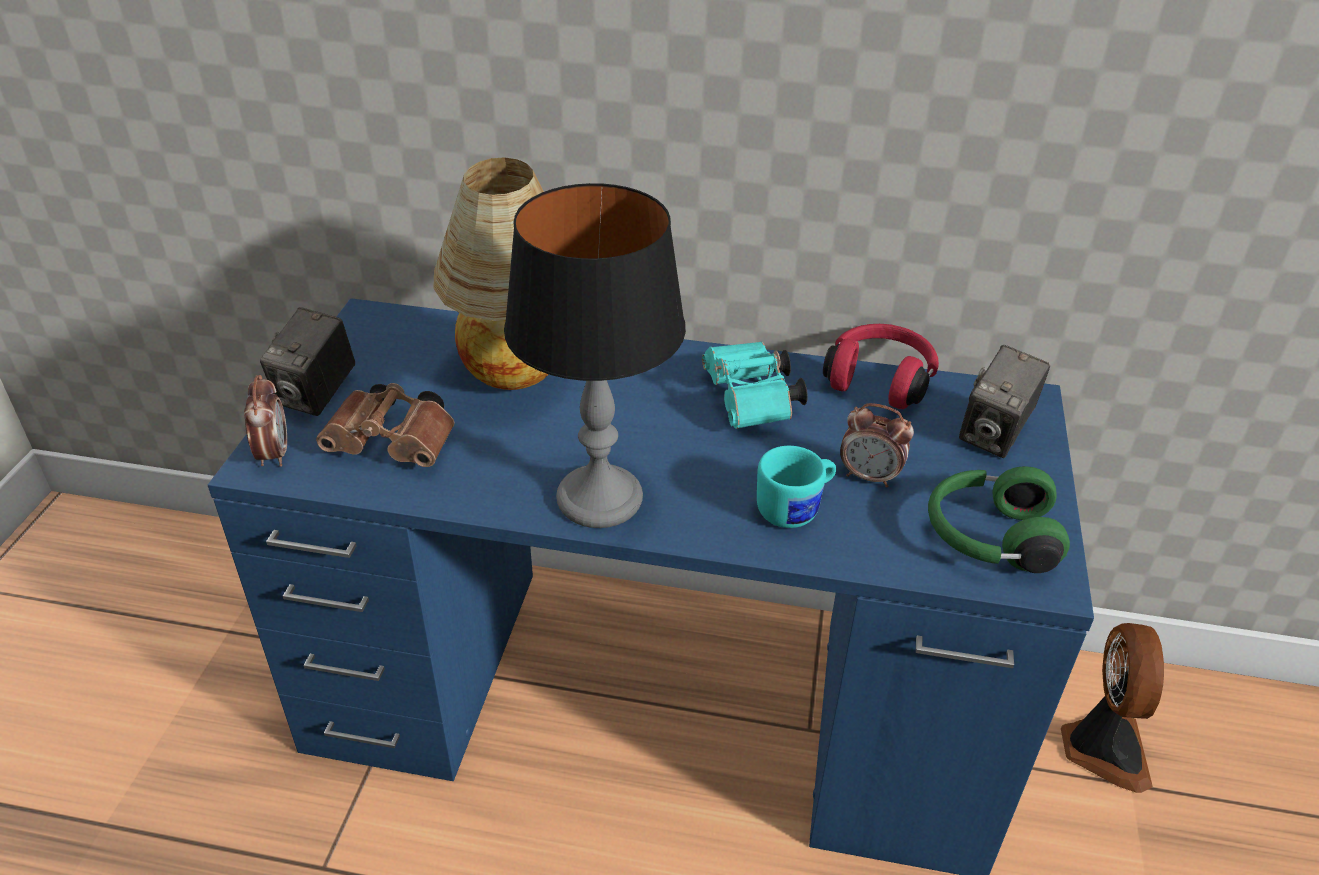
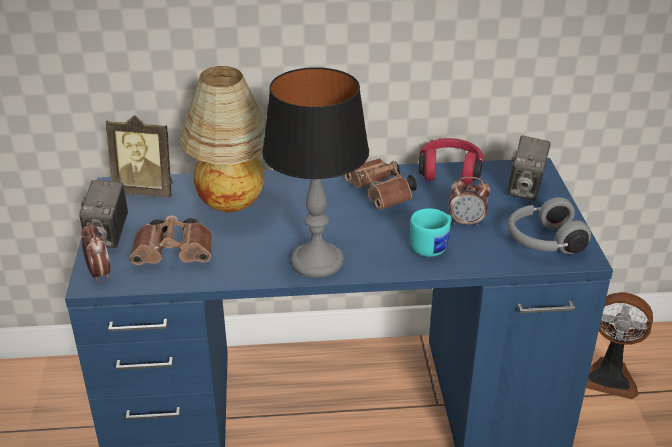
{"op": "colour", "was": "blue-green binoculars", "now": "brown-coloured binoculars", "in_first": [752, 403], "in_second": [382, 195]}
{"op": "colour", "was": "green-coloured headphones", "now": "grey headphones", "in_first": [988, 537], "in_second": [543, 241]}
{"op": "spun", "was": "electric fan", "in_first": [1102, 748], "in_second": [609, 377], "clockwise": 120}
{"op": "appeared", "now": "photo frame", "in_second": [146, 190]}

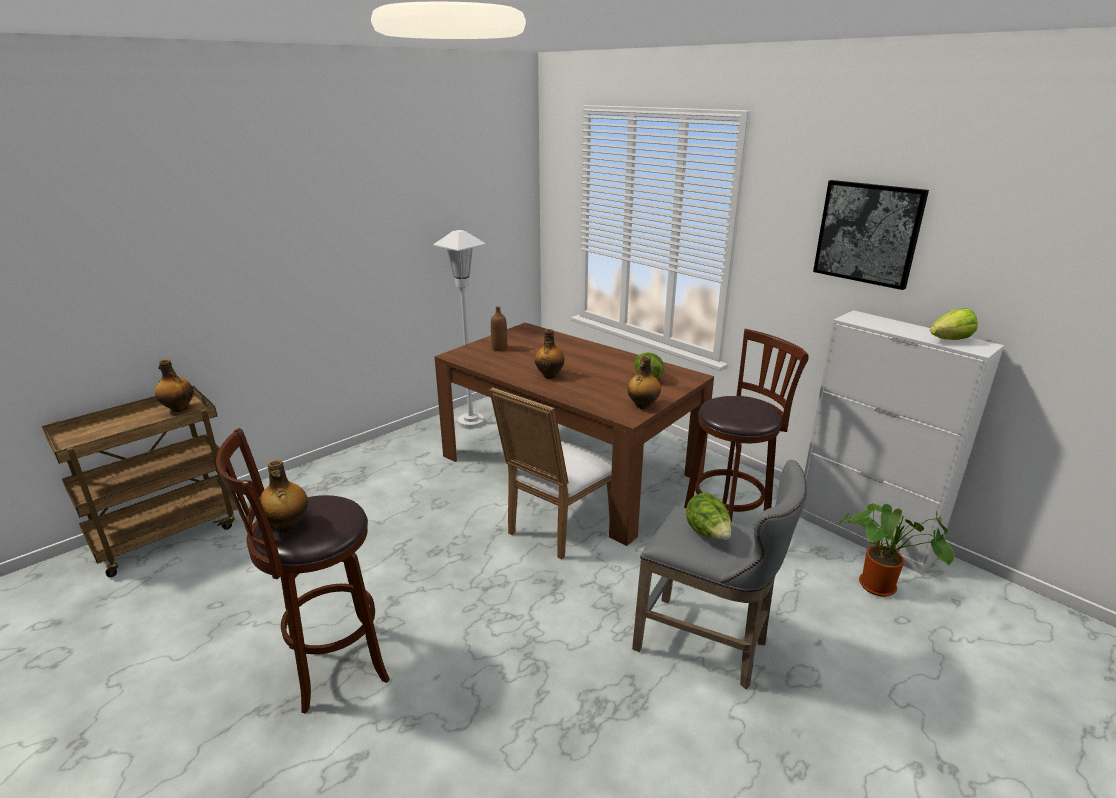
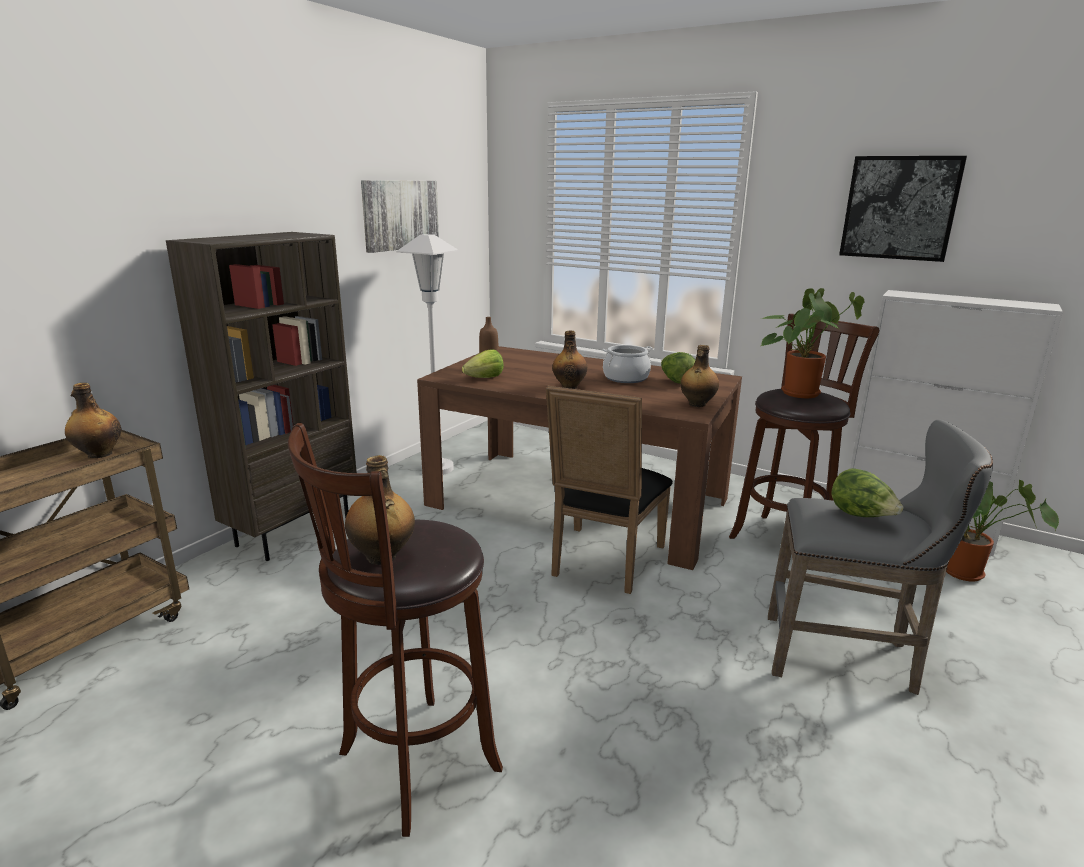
{"op": "colour", "was": "whitish plain chair", "now": "blackish plain chair", "in_first": [556, 528], "in_second": [603, 563]}
{"op": "relocated", "was": "lettuce", "in_first": [950, 340], "in_second": [485, 378]}
{"op": "appeared", "now": "brown-coloured shelving unit", "in_second": [294, 531]}
{"op": "appeared", "now": "wall picture", "in_second": [400, 215]}
{"op": "appeared", "now": "cooking pot", "in_second": [626, 378]}
{"op": "appeared", "now": "plant in a pot", "in_second": [800, 392]}

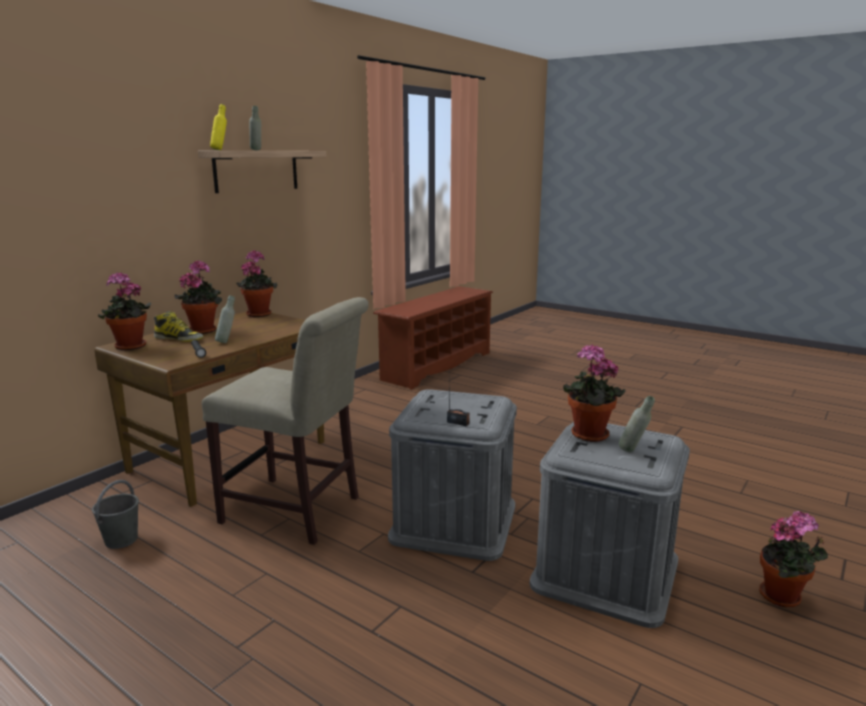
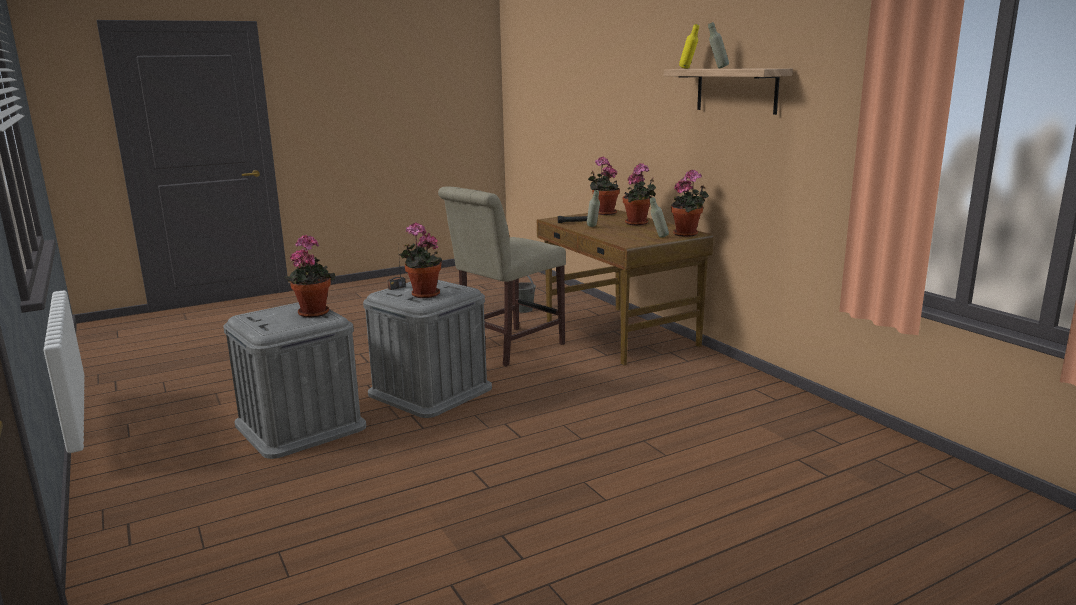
{"op": "missing", "was": "tall boot", "in_first": [179, 339]}
{"op": "missing", "was": "brown-coloured shoe rack", "in_first": [436, 365]}
{"op": "relocated", "was": "grey drink bottle", "in_first": [633, 452], "in_second": [658, 237]}
{"op": "relocated", "was": "plant in a pot", "in_first": [783, 598], "in_second": [423, 295]}

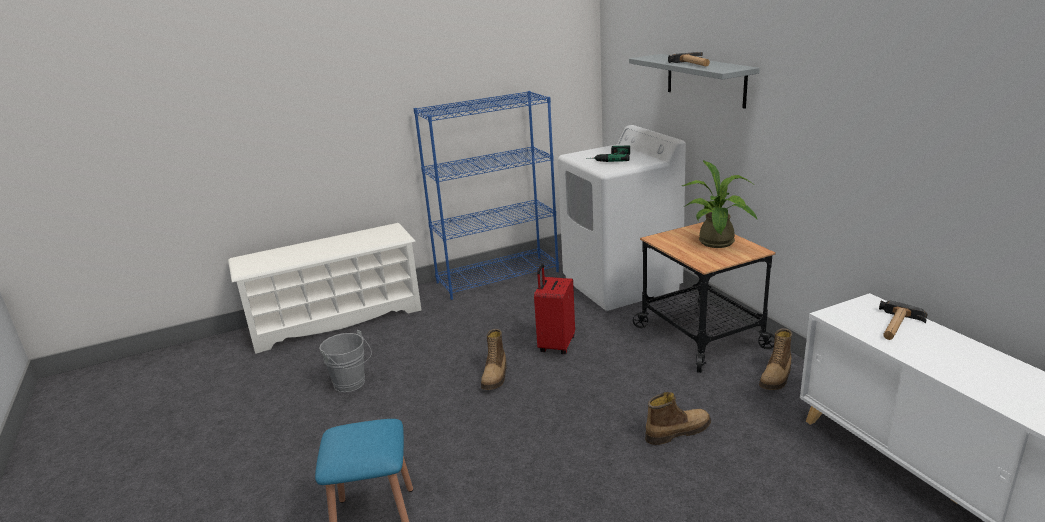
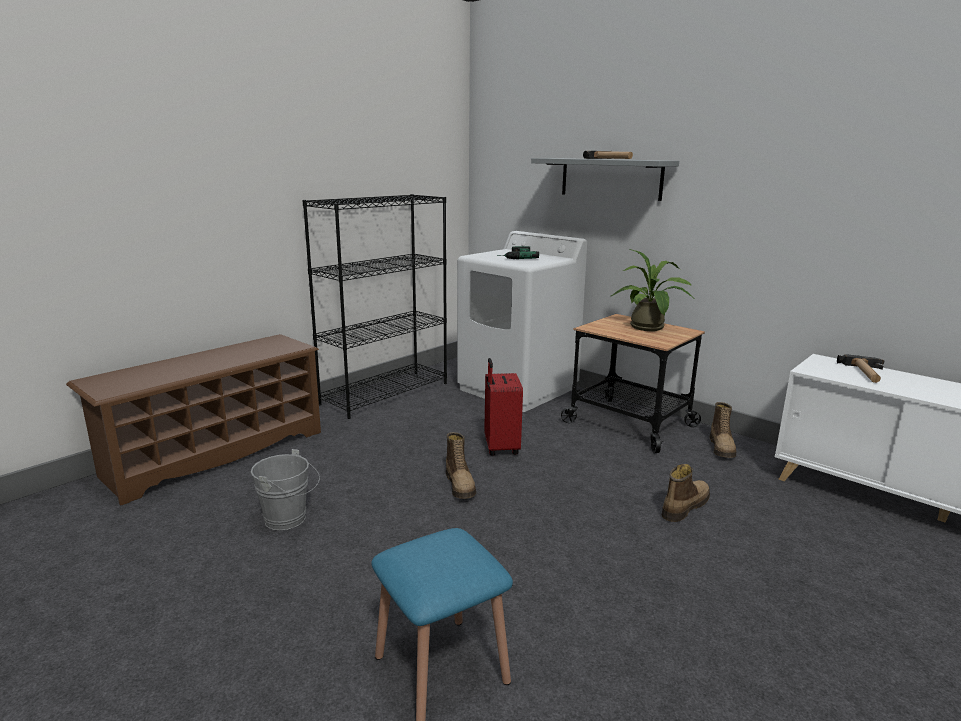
{"op": "colour", "was": "whitish shoe rack", "now": "brown-coloured shoe rack", "in_first": [337, 319], "in_second": [216, 453]}
{"op": "colour", "was": "blue shelving unit", "now": "blackish shelving unit", "in_first": [498, 277], "in_second": [385, 393]}

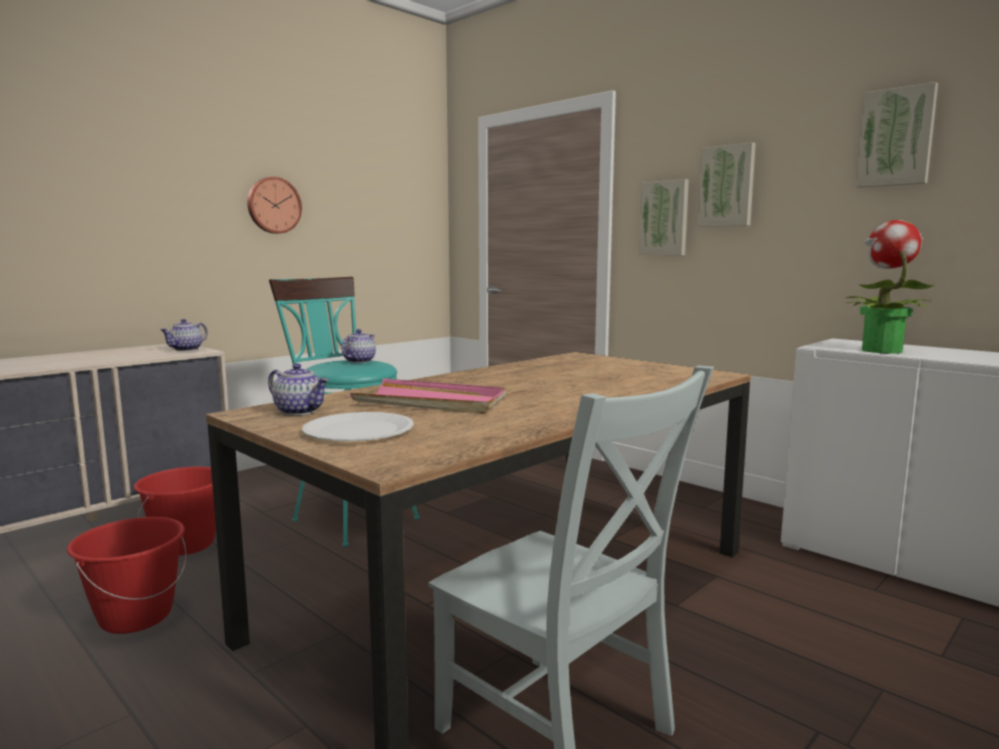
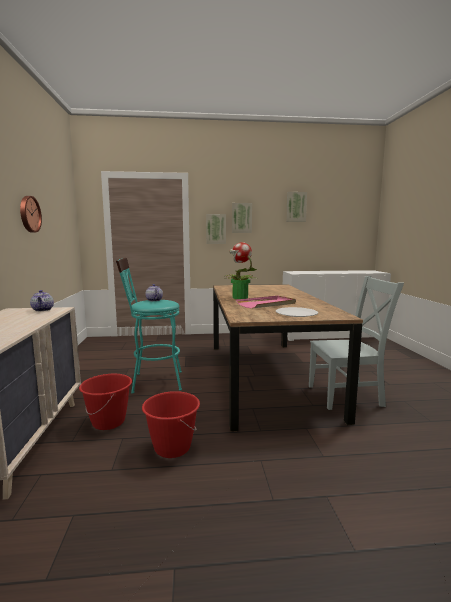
{"op": "missing", "was": "pot for tea", "in_first": [300, 411]}
{"op": "relocated", "was": "plant in a pot", "in_first": [880, 350], "in_second": [239, 297]}

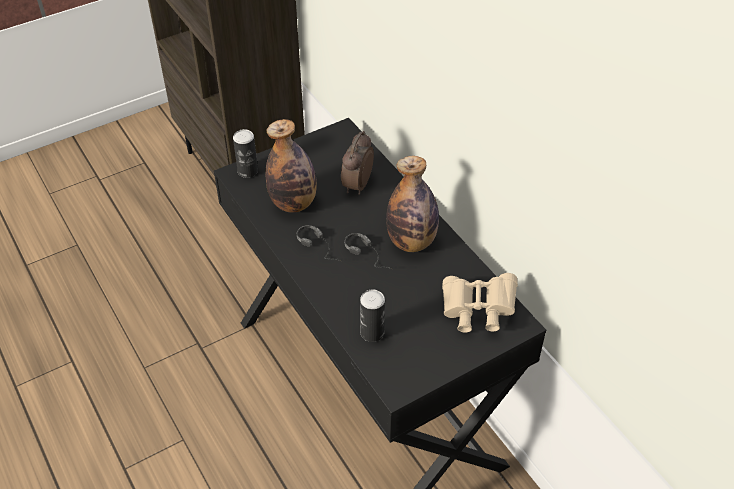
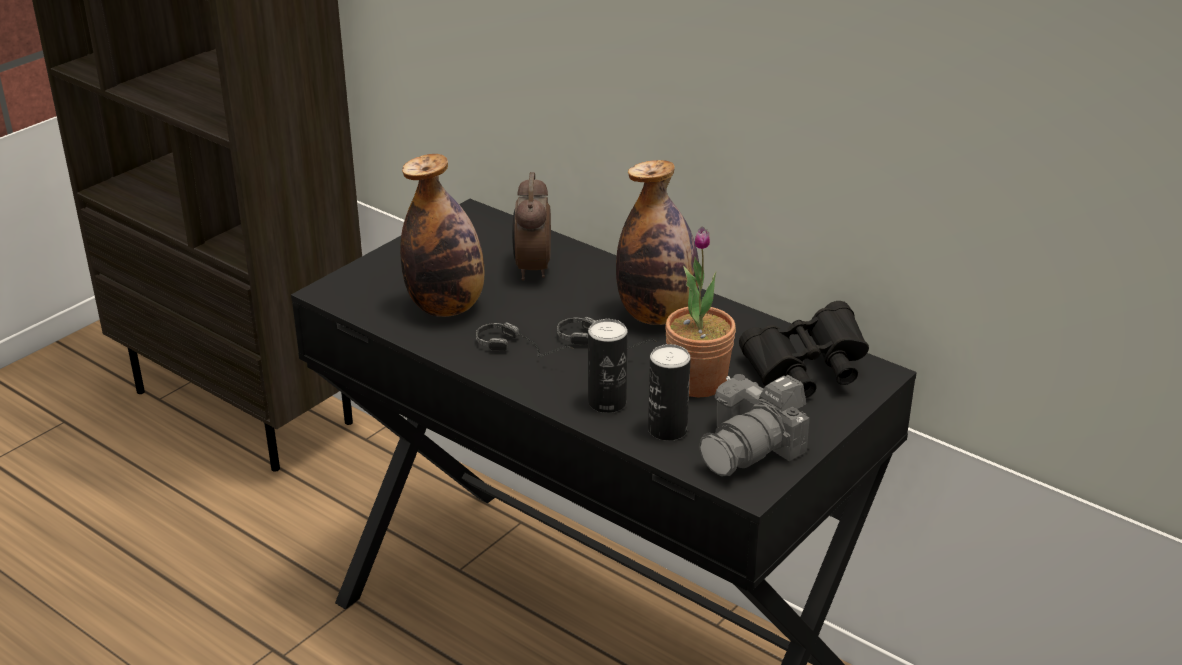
{"op": "relocated", "was": "metal can", "in_first": [247, 171], "in_second": [607, 402]}
{"op": "colour", "was": "beige binoculars", "now": "blackish binoculars", "in_first": [477, 311], "in_second": [805, 372]}
{"op": "appeared", "now": "plant in a pot", "in_second": [697, 382]}
{"op": "appeared", "now": "photo camera", "in_second": [752, 448]}

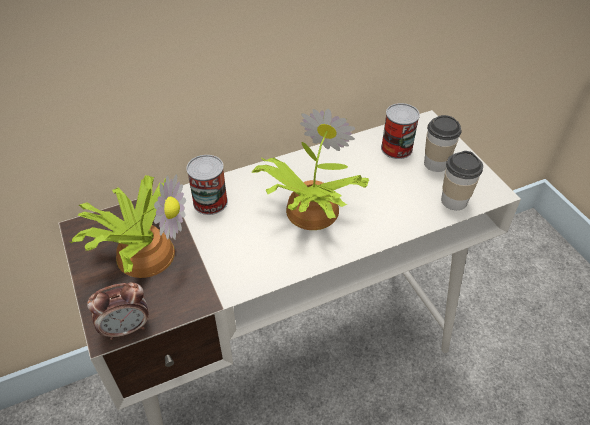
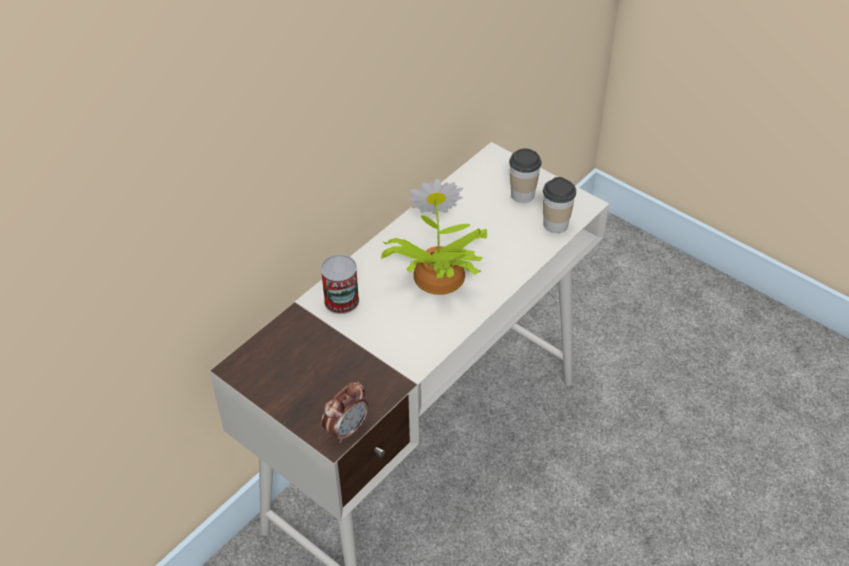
{"op": "missing", "was": "plant in a pot", "in_first": [143, 252]}
{"op": "missing", "was": "metal can", "in_first": [396, 148]}

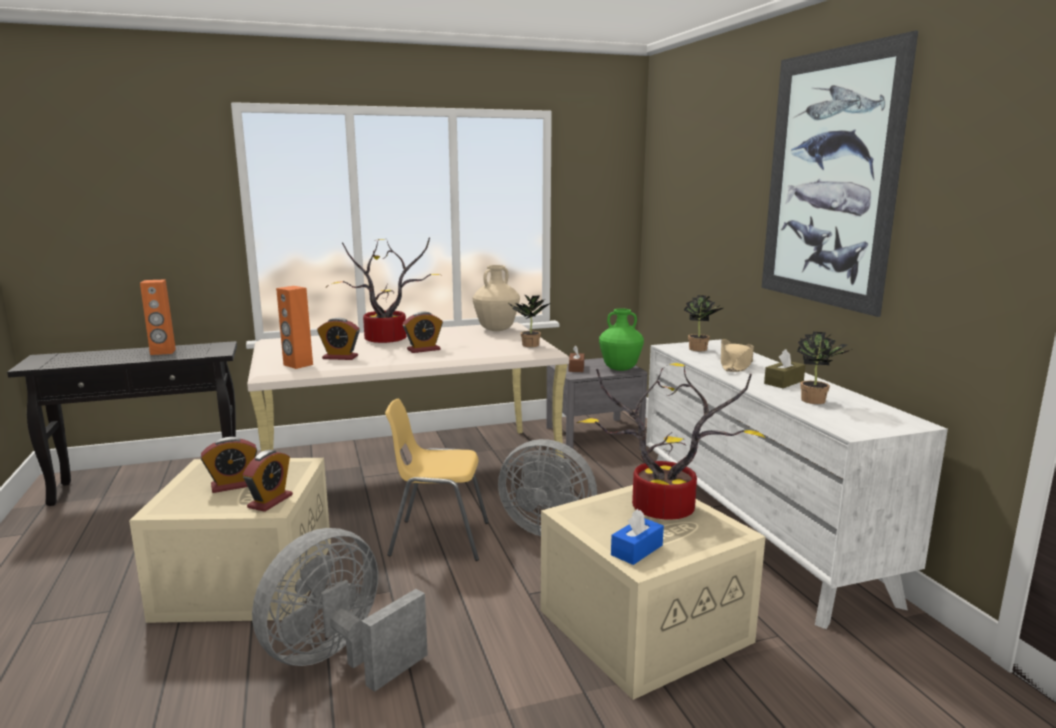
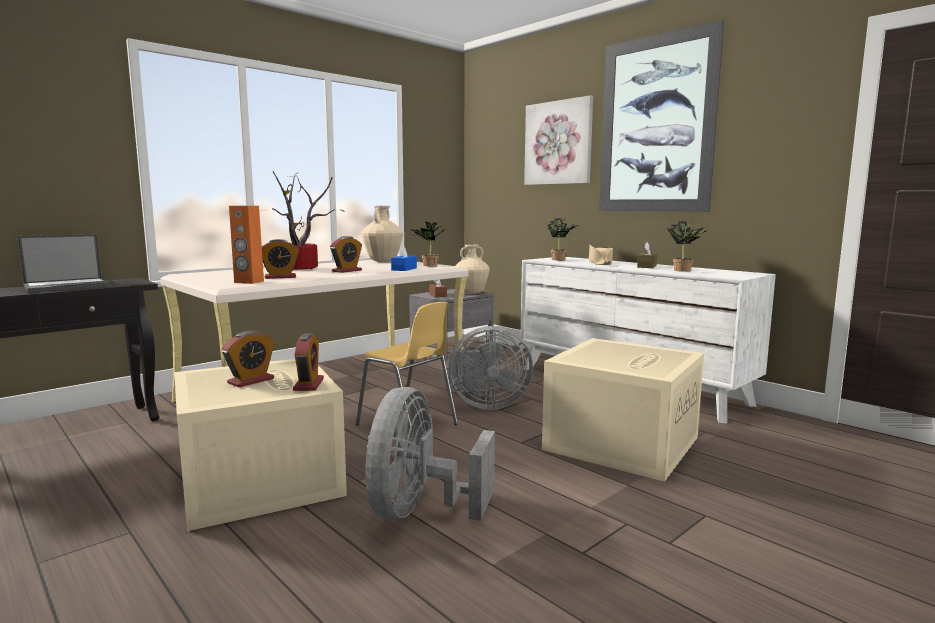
{"op": "exchanged", "was": "orangey audio speaker", "now": "portable computer", "in_first": [163, 352], "in_second": [68, 286]}
{"op": "spun", "was": "yellow plain chair", "in_first": [438, 539], "in_second": [408, 425], "clockwise": -120}
{"op": "missing", "was": "plant in a pot", "in_first": [659, 510]}
{"op": "colour", "was": "green-coloured decorative vase", "now": "beige decorative vase", "in_first": [619, 369], "in_second": [471, 293]}
{"op": "relocated", "was": "blue tissue holder", "in_first": [637, 550], "in_second": [404, 269]}
{"op": "appeared", "now": "wall picture", "in_second": [558, 143]}

